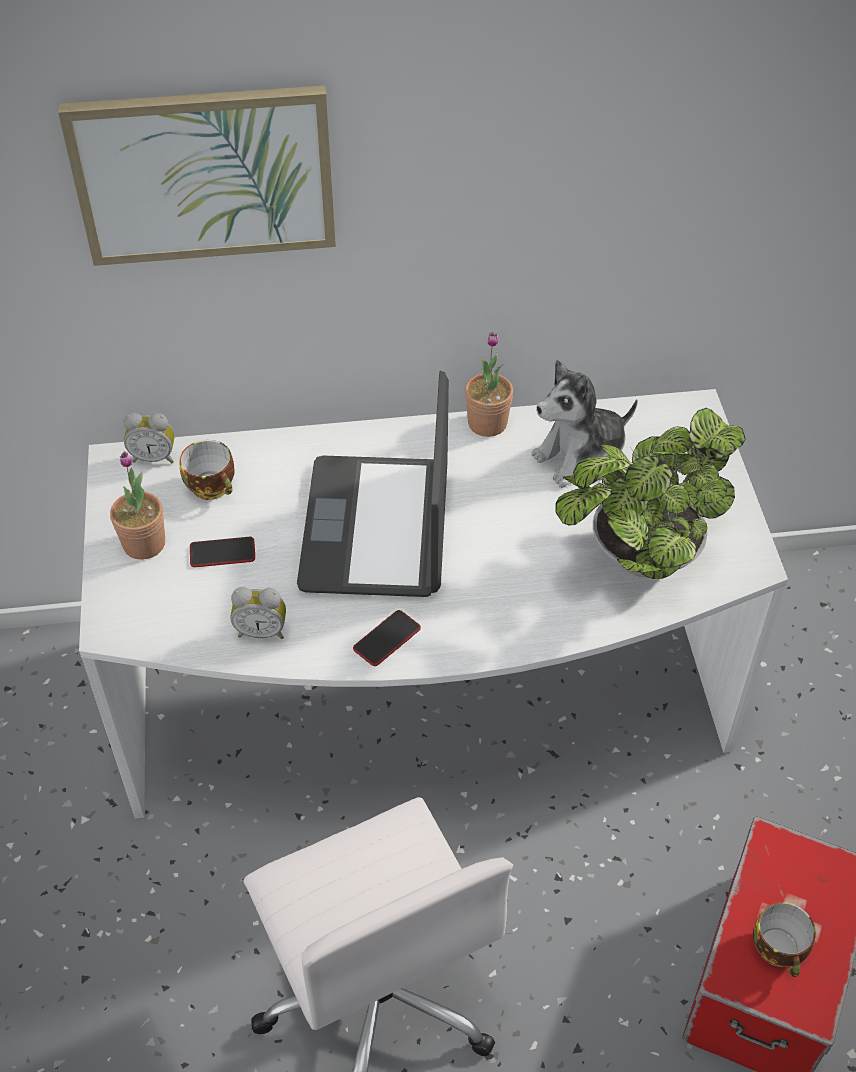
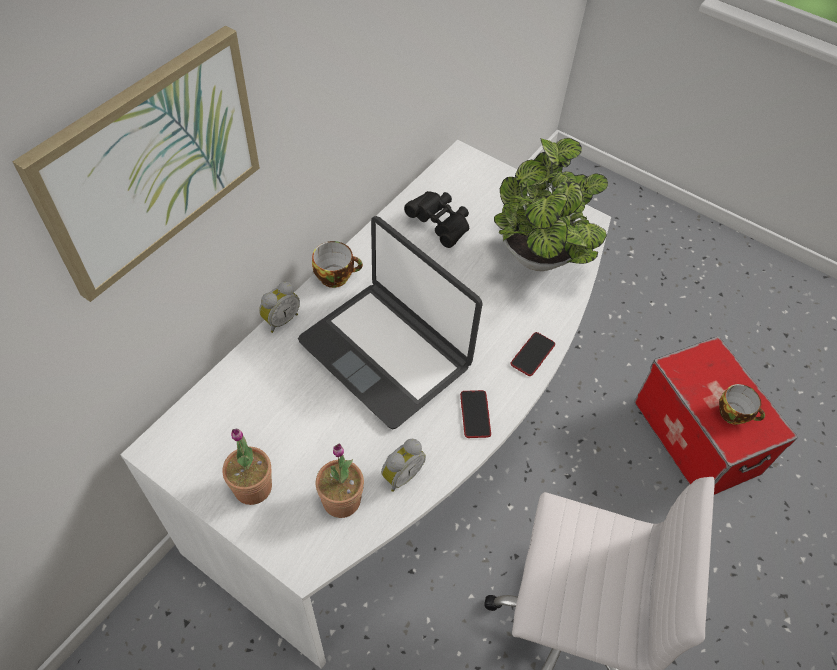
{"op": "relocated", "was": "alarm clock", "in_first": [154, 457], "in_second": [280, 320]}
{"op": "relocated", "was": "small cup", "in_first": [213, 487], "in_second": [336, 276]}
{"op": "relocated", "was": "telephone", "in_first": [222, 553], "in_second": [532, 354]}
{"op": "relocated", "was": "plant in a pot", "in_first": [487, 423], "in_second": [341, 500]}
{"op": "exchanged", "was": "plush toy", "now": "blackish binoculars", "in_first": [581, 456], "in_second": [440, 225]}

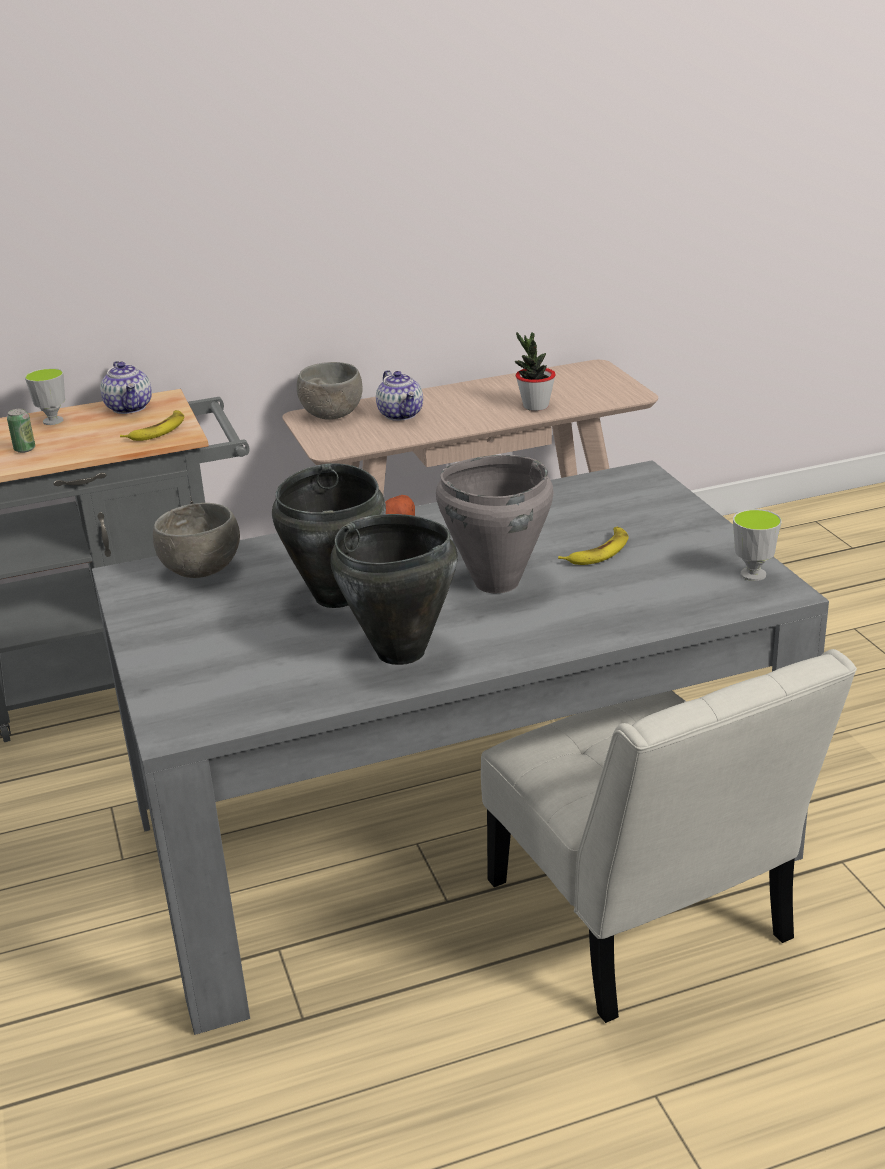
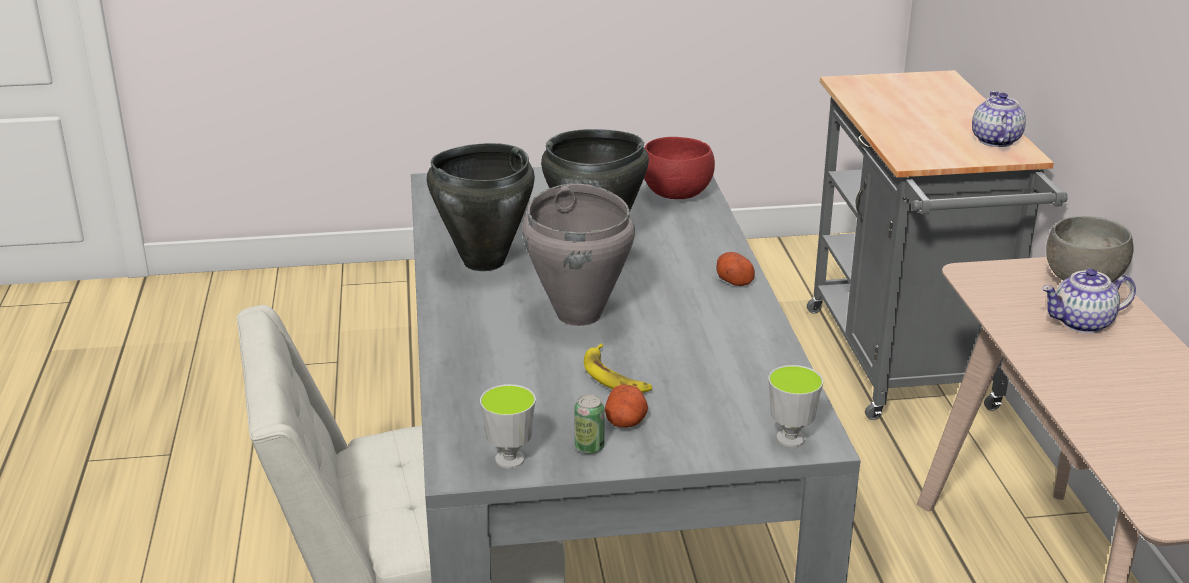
{"op": "relocated", "was": "metal can", "in_first": [24, 449], "in_second": [589, 447]}
{"op": "relocated", "was": "small cup", "in_first": [53, 421], "in_second": [790, 439]}
{"op": "spun", "was": "pot for tea", "in_first": [130, 408], "in_second": [994, 140], "clockwise": 105}
{"op": "missing", "was": "banana", "in_first": [158, 430]}
{"op": "colour", "was": "grey deep dish", "now": "red deep dish", "in_first": [202, 570], "in_second": [677, 195]}
{"op": "missing", "was": "plant in a pot", "in_first": [535, 406]}
{"op": "appeared", "now": "whole potato", "in_second": [626, 421]}

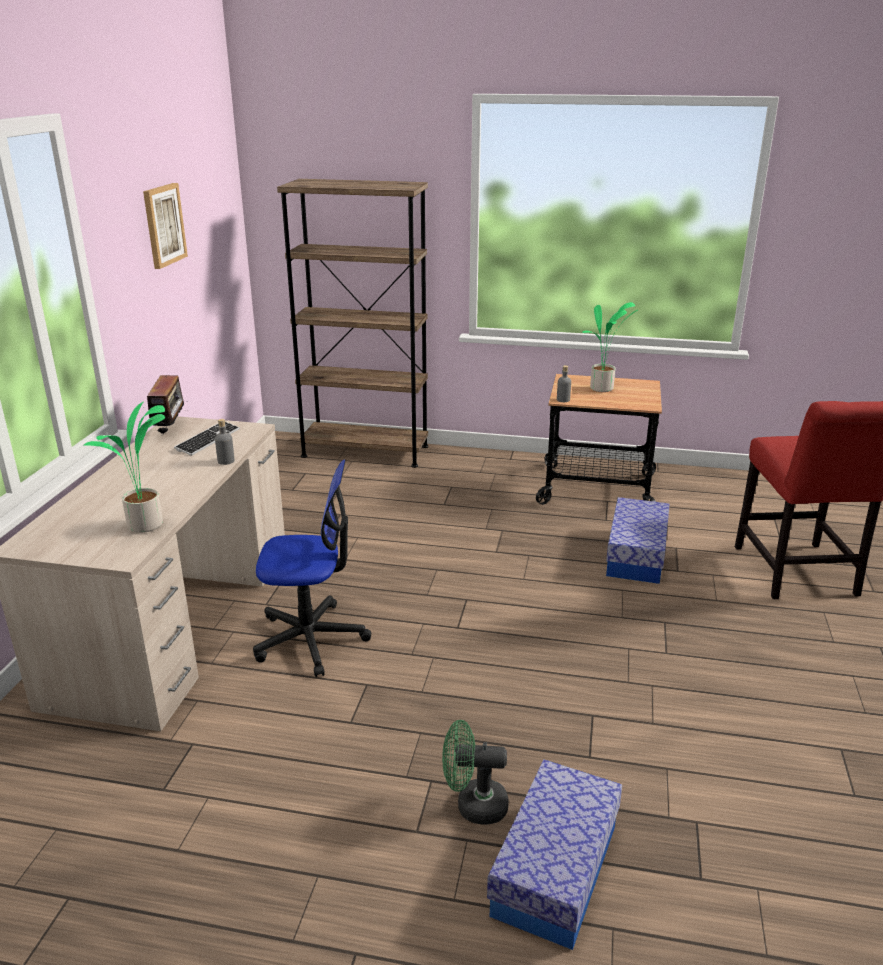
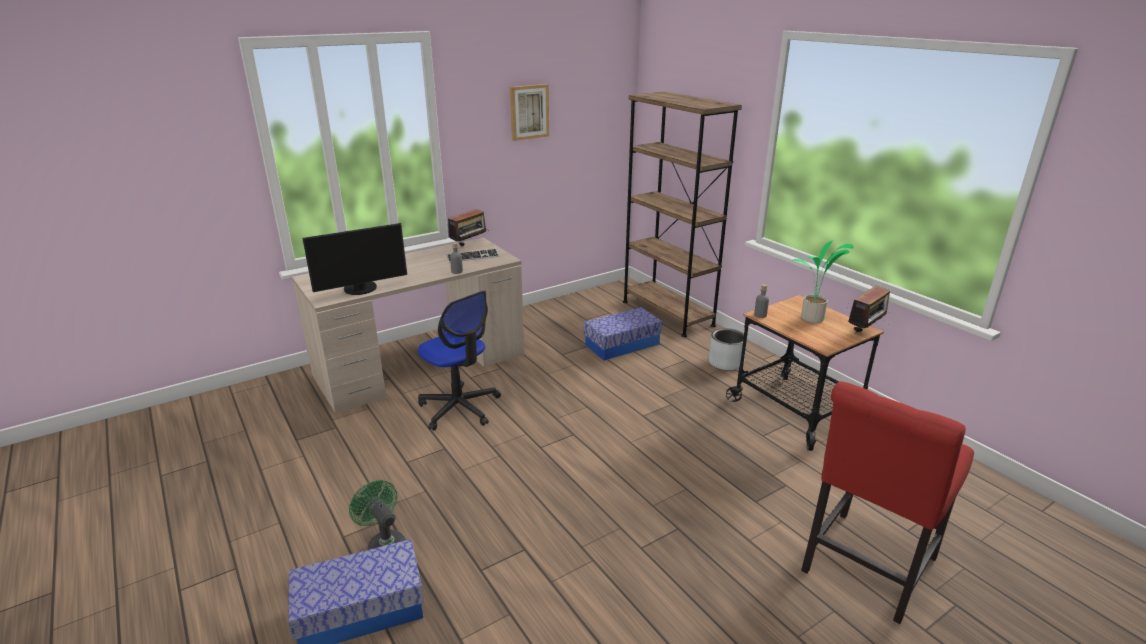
{"op": "exchanged", "was": "plant in a pot", "now": "computer display", "in_first": [146, 526], "in_second": [361, 289]}
{"op": "relocated", "was": "storage box", "in_first": [636, 555], "in_second": [622, 345]}
{"op": "appeared", "now": "grey planter", "in_second": [725, 363]}
{"op": "appeared", "now": "radio", "in_second": [865, 330]}

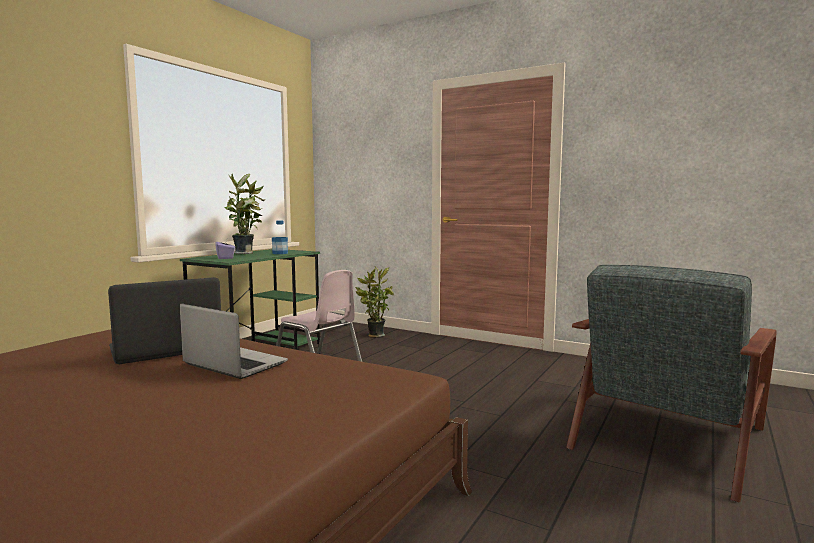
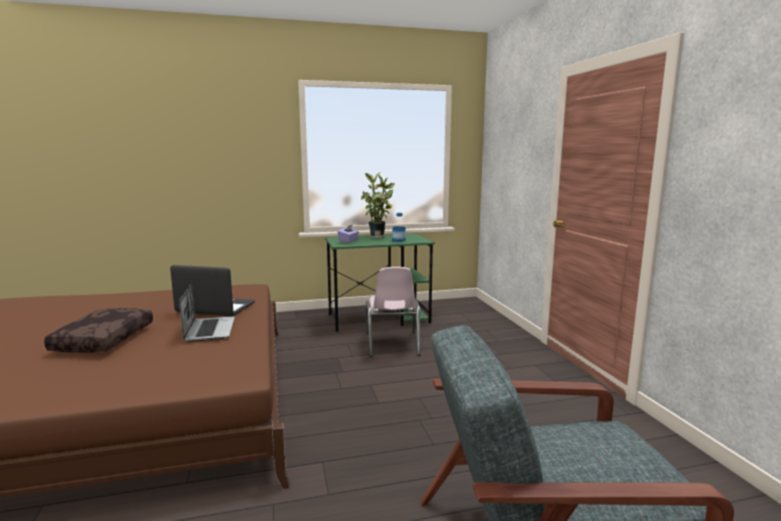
{"op": "missing", "was": "plant in a pot", "in_first": [374, 335]}
{"op": "appeared", "now": "brown-coloured pillow", "in_second": [103, 339]}

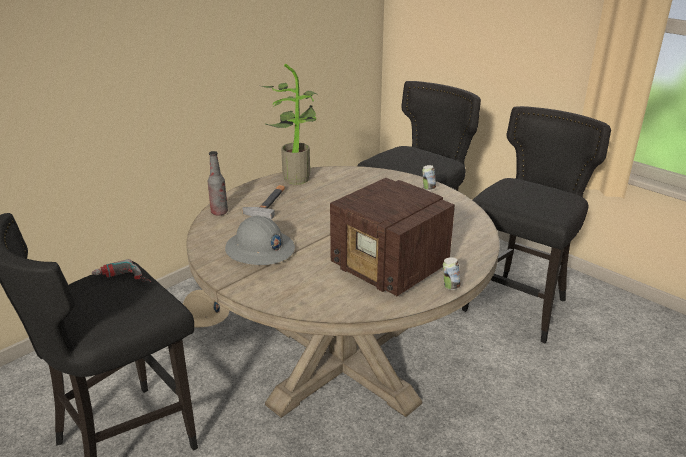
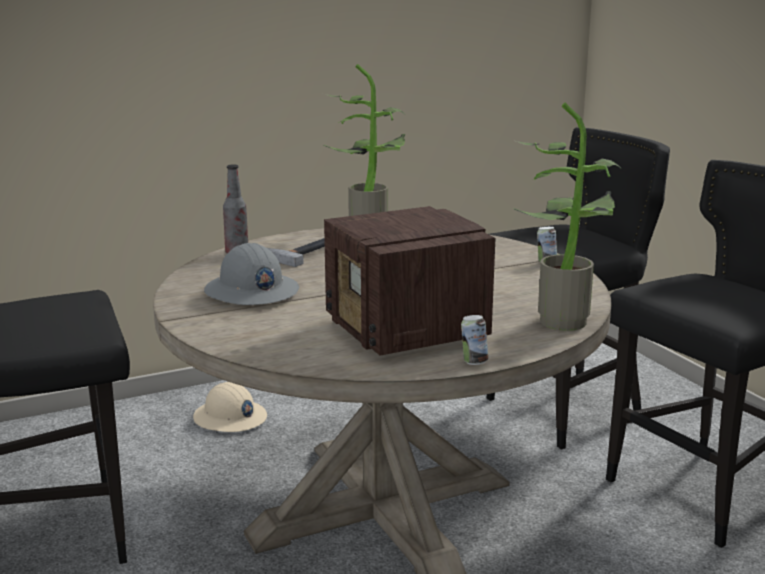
{"op": "missing", "was": "power drill", "in_first": [121, 280]}
{"op": "appeared", "now": "plant in a pot", "in_second": [563, 319]}

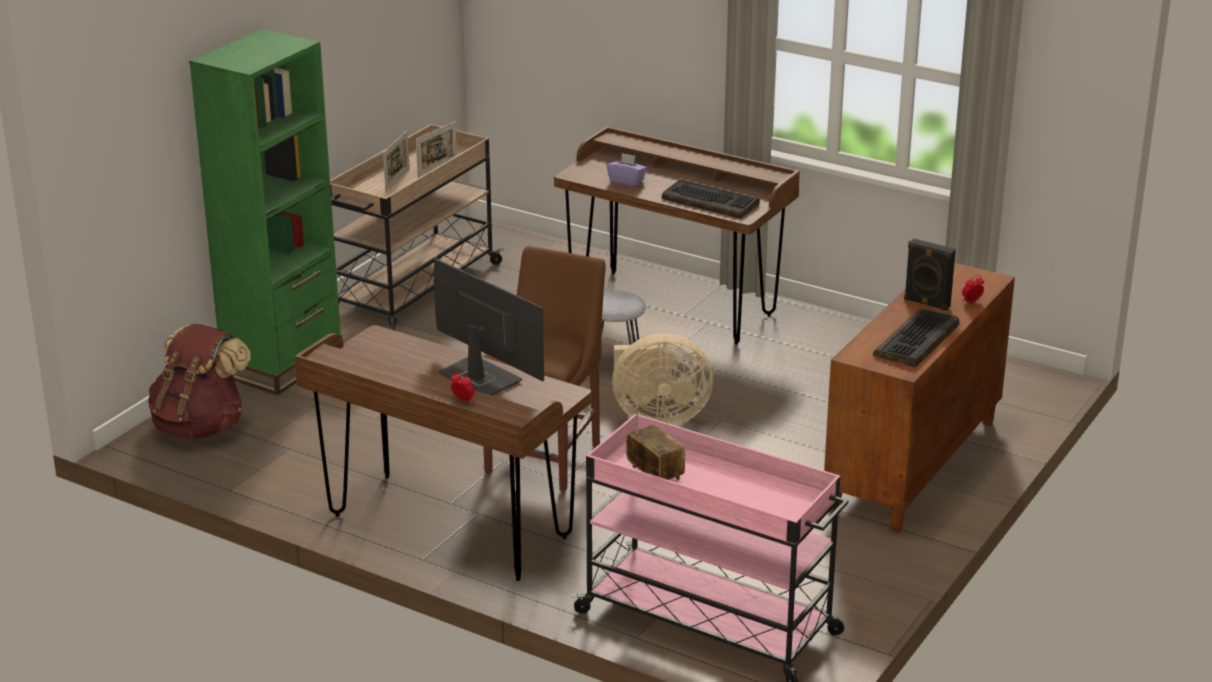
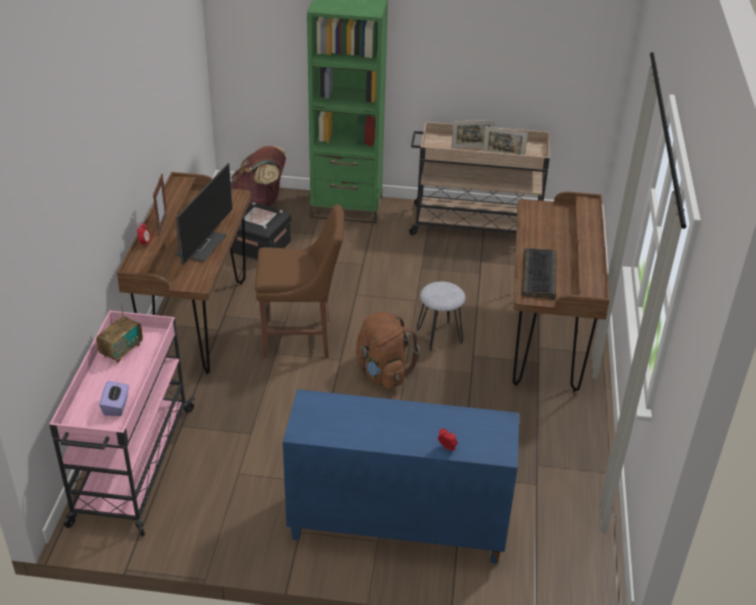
{"op": "relocated", "was": "purplish tissue holder", "in_first": [626, 181], "in_second": [116, 406]}
{"op": "exchanged", "was": "beige electric fan", "now": "brown-coloured knapsack", "in_first": [657, 417], "in_second": [382, 373]}
{"op": "colour", "was": "brown-coloured cupboard", "now": "blue cupboard", "in_first": [914, 466], "in_second": [396, 528]}
{"op": "missing", "was": "PC keyboard", "in_first": [917, 341]}
{"op": "missing", "was": "blackish audio speaker", "in_first": [926, 303]}
{"op": "appeared", "now": "photo frame", "in_second": [162, 225]}
{"op": "appeared", "now": "blackish storage box", "in_second": [261, 247]}

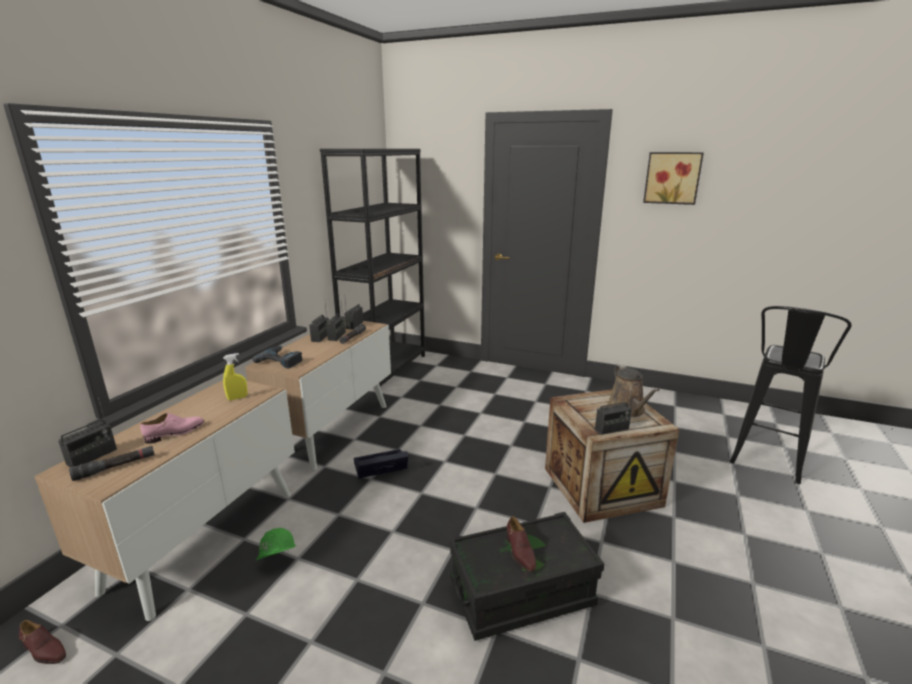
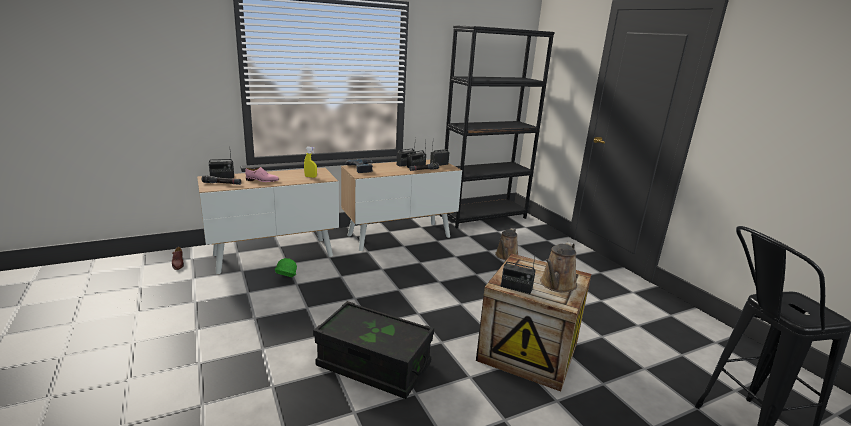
{"op": "missing", "was": "blackish storage box", "in_first": [379, 468]}
{"op": "missing", "was": "brown-coloured low shoe", "in_first": [520, 552]}
{"op": "missing", "was": "wall picture", "in_first": [672, 178]}
{"op": "appeared", "now": "brown-coloured watering can", "in_second": [506, 256]}

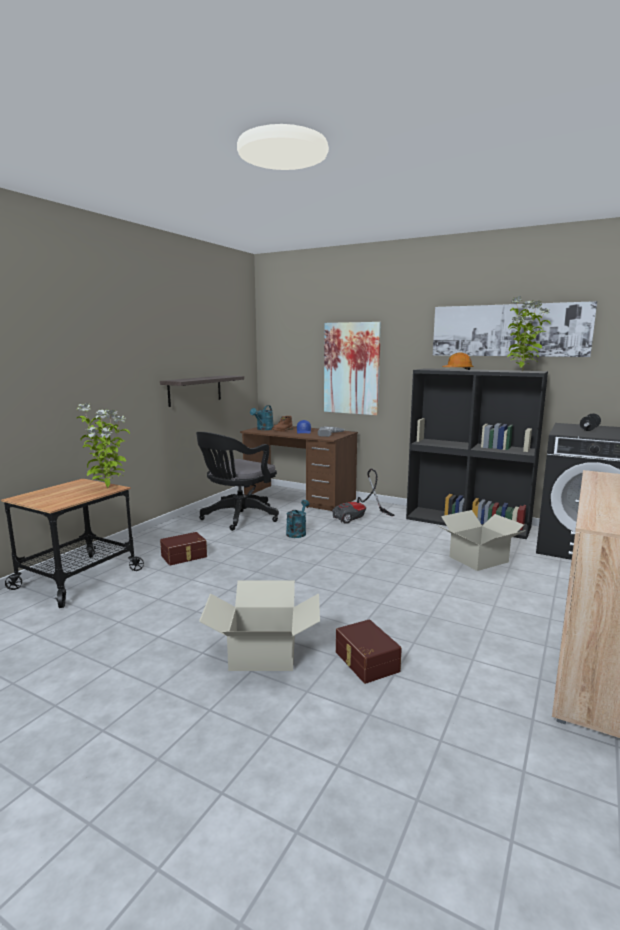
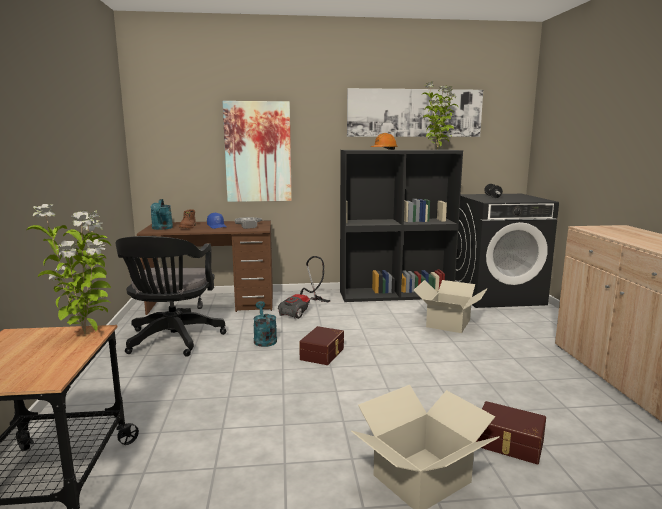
{"op": "missing", "was": "shelf", "in_first": [195, 390]}
{"op": "relocated", "was": "brown-coloured storage box", "in_first": [184, 556], "in_second": [323, 354]}

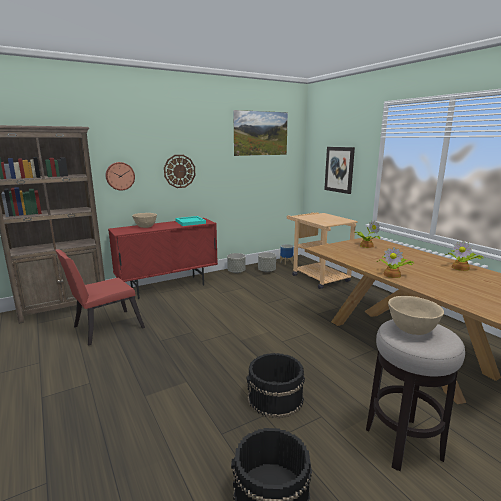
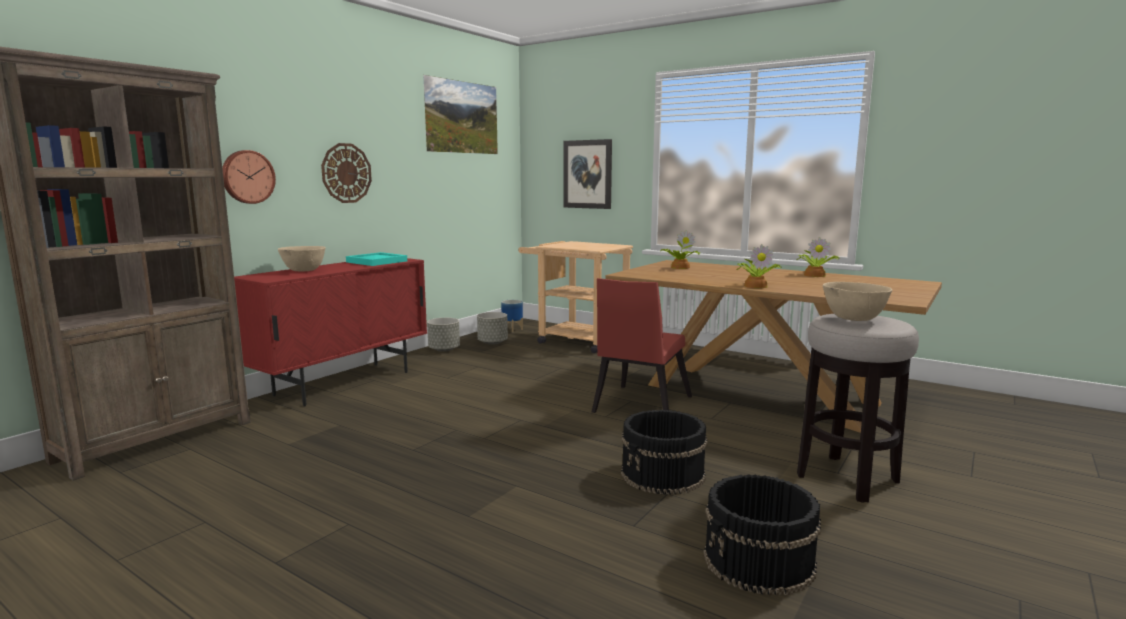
{"op": "relocated", "was": "red plain chair", "in_first": [104, 328], "in_second": [639, 406]}

